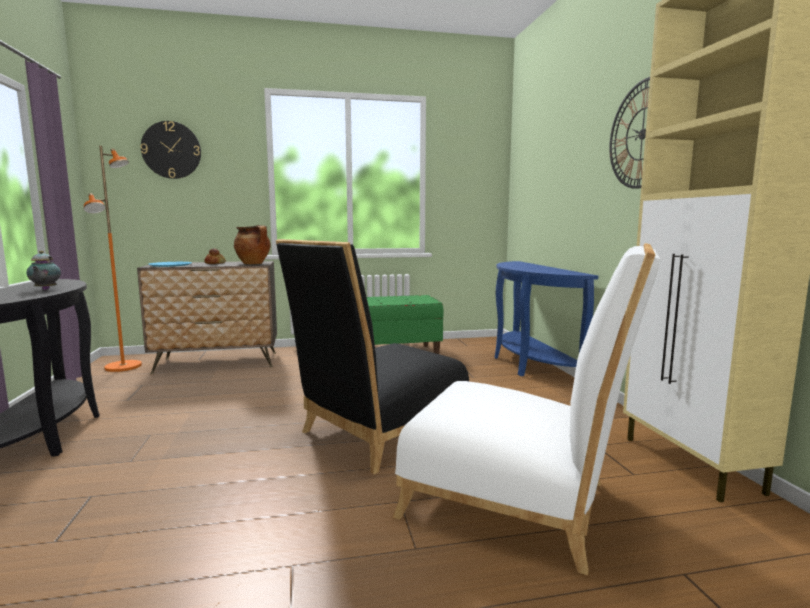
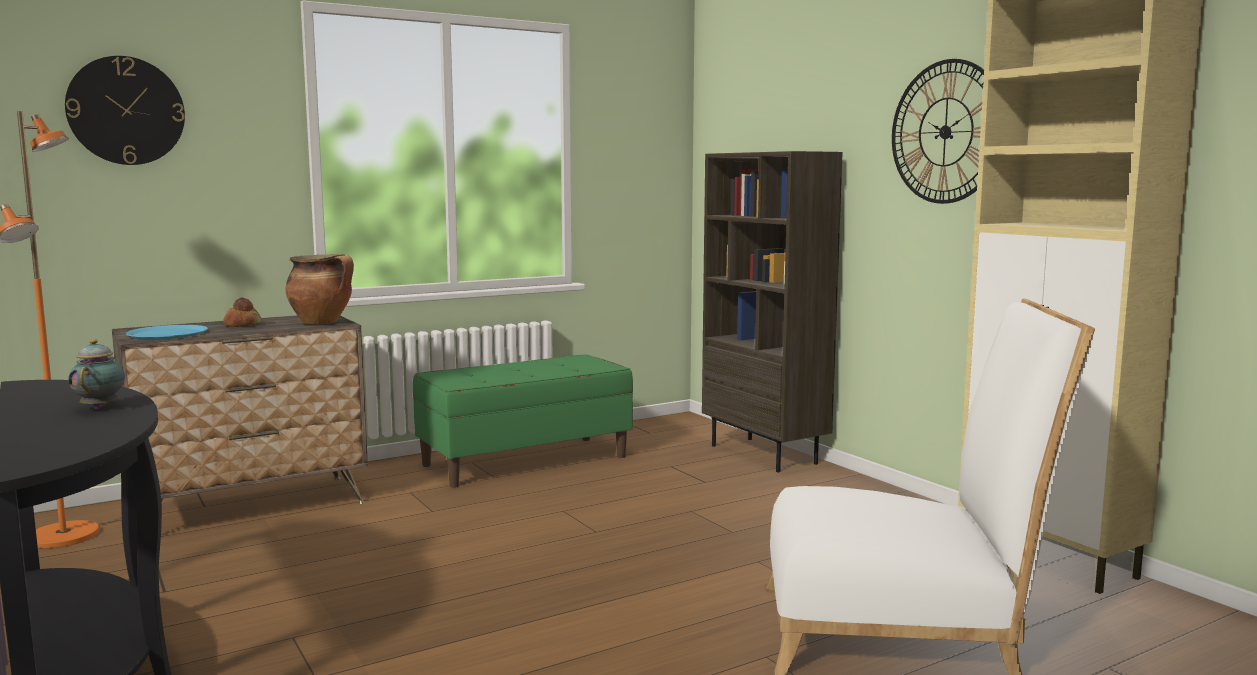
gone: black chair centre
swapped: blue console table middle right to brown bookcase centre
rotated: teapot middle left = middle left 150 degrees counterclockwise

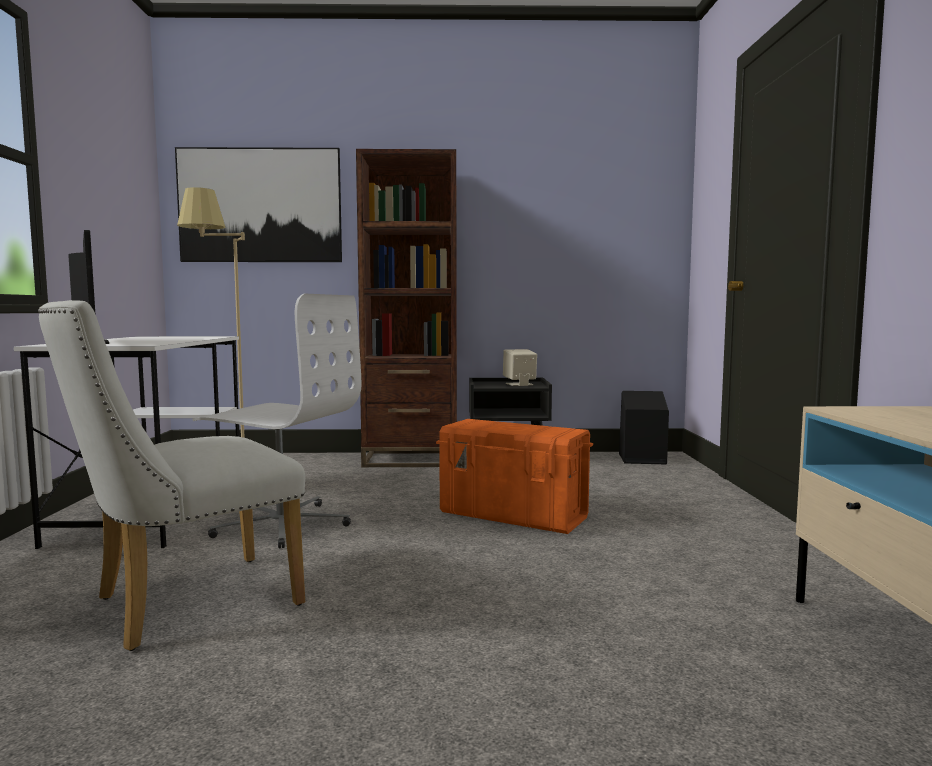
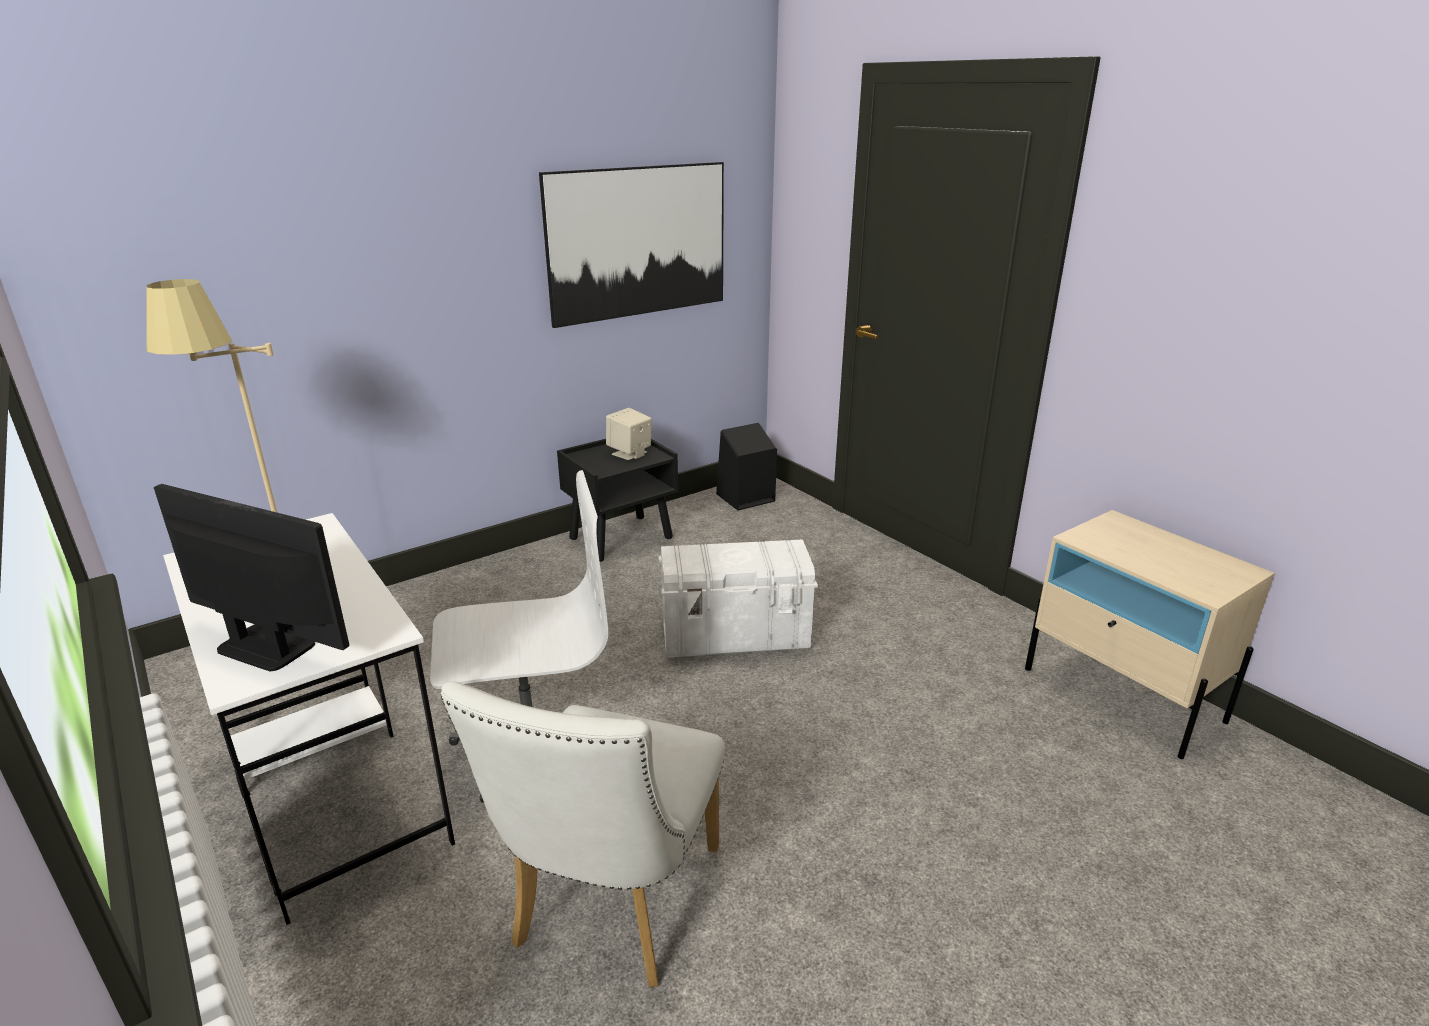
gone: brown bookcase centre
shifted: picture top left to top centre
repainted: orange storage box centre to white storage box centre

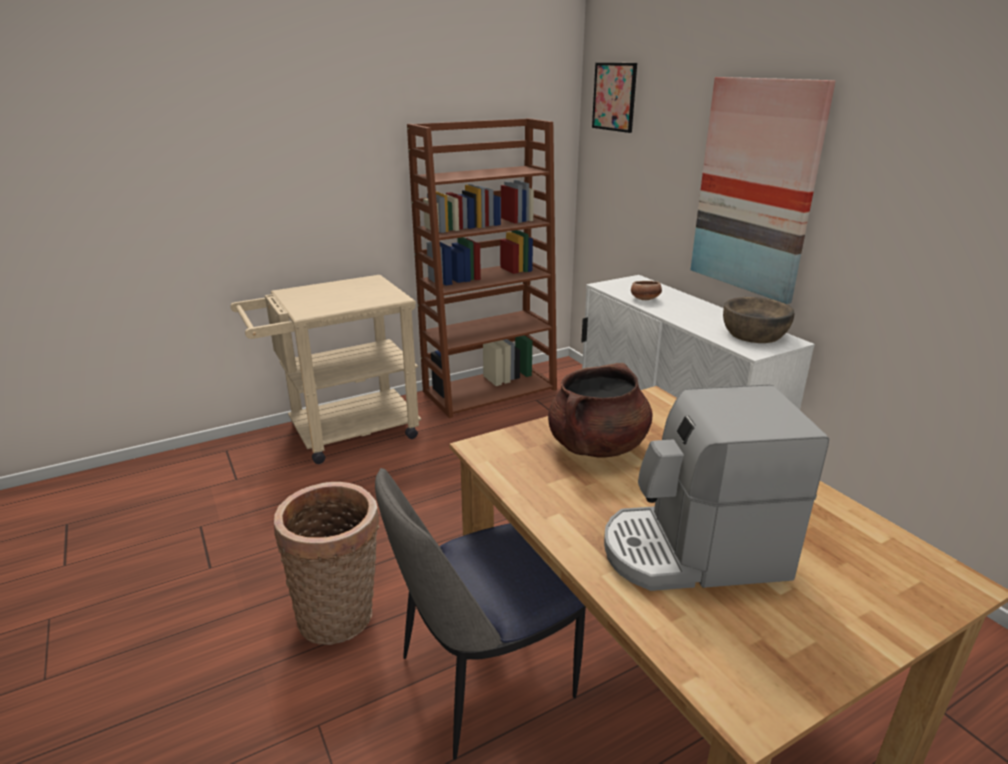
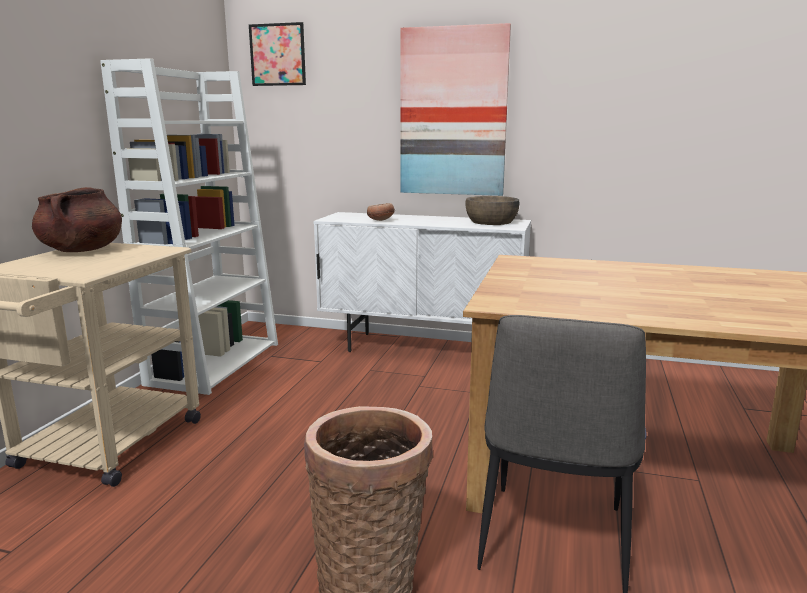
gone: coffee machine middle right
shifted: brown cooking pot centre to middle left
repainted: brown bookcase centre to white bookcase middle left

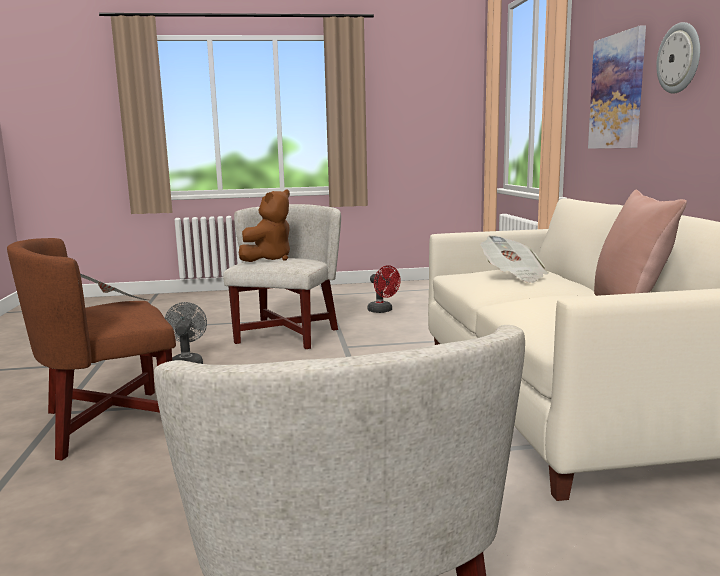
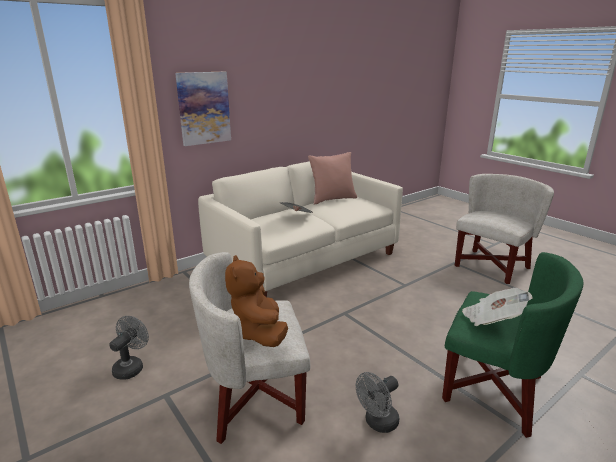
gone: wall clock top right
repainted: brown armchair middle left to green armchair bottom right; red fan centre to grey fan (no. 1 from left) bottom left
rotated: brown plush toy centre = centre 105 degrees counterclockwise

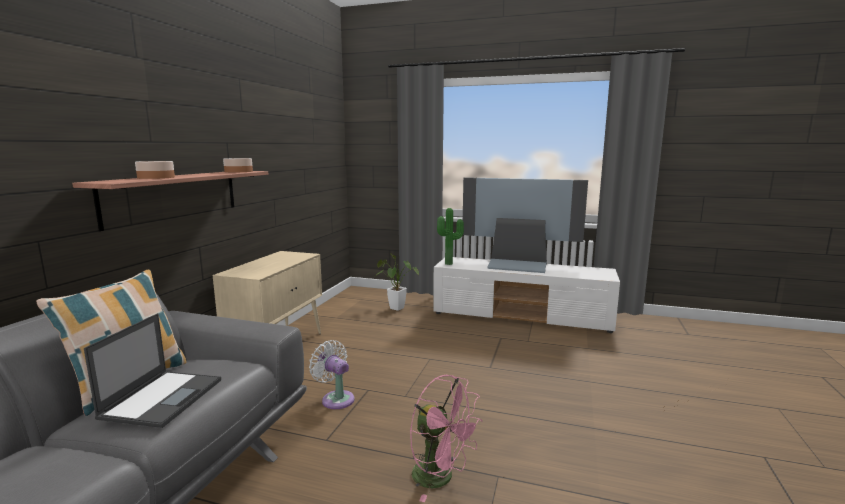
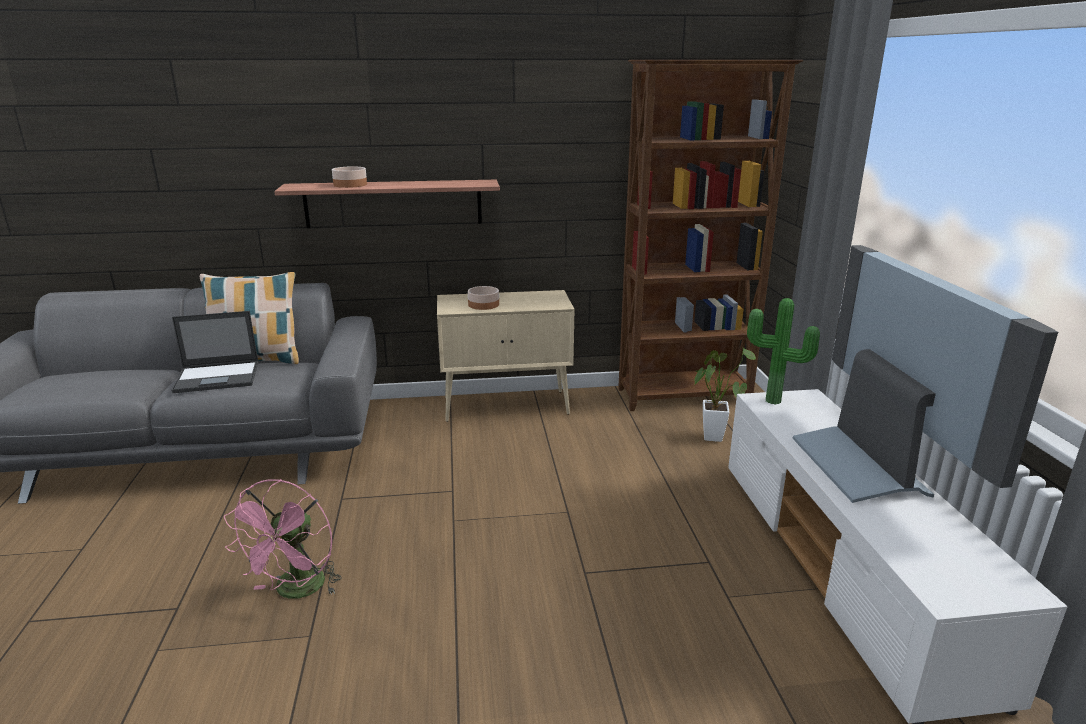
gone: white fan bottom centre
new: brown bookcase top centre
shifted: bowl (no. 2 from left) top left to centre

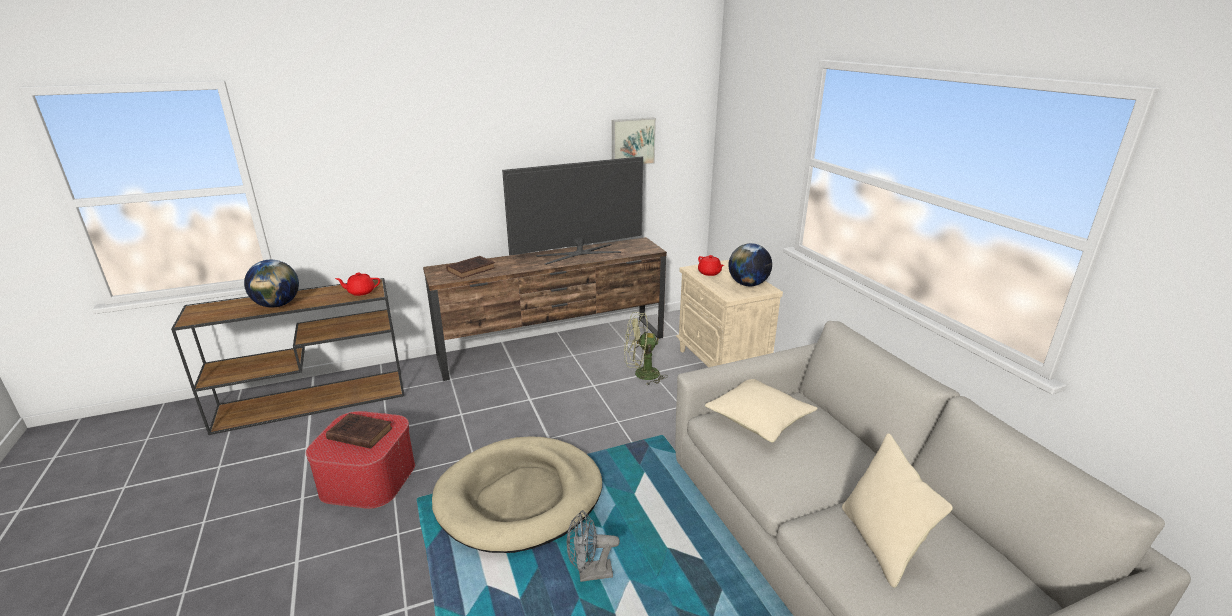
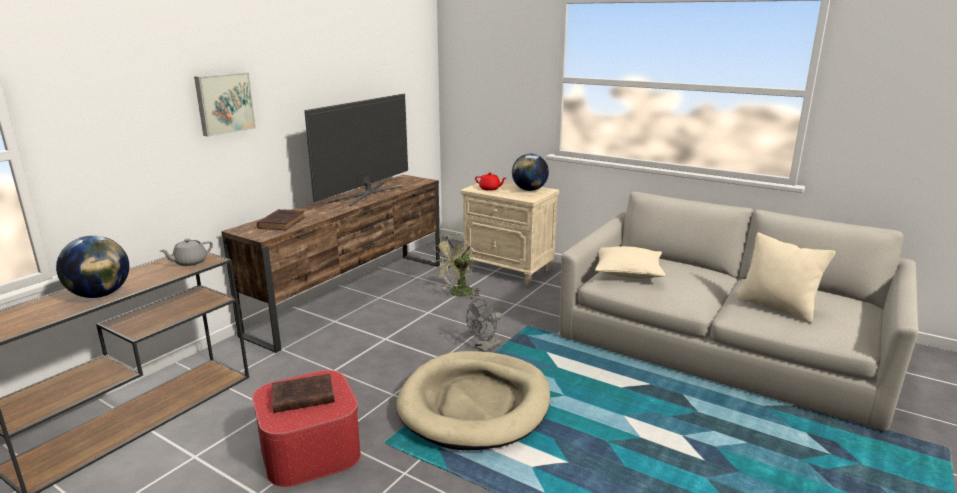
shifted: grey fan bottom centre to centre; picture top centre to top left
repainted: red teapot (no. 1 from left) middle left to grey teapot middle left

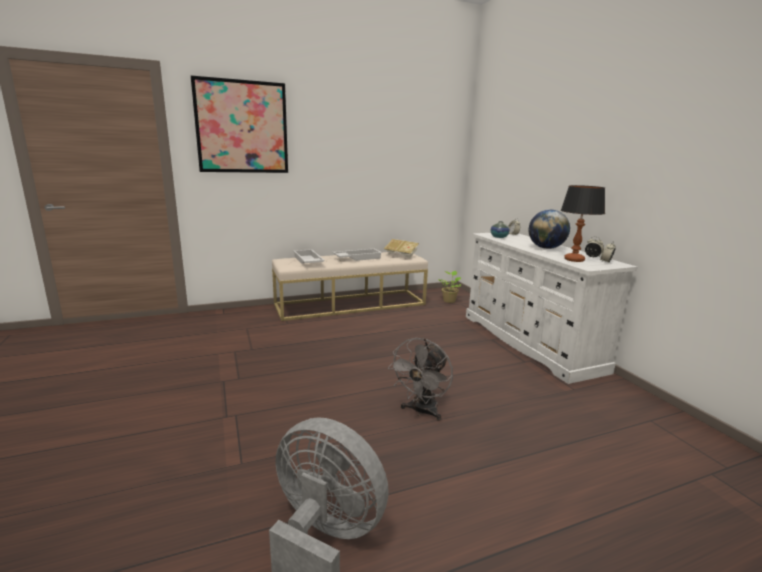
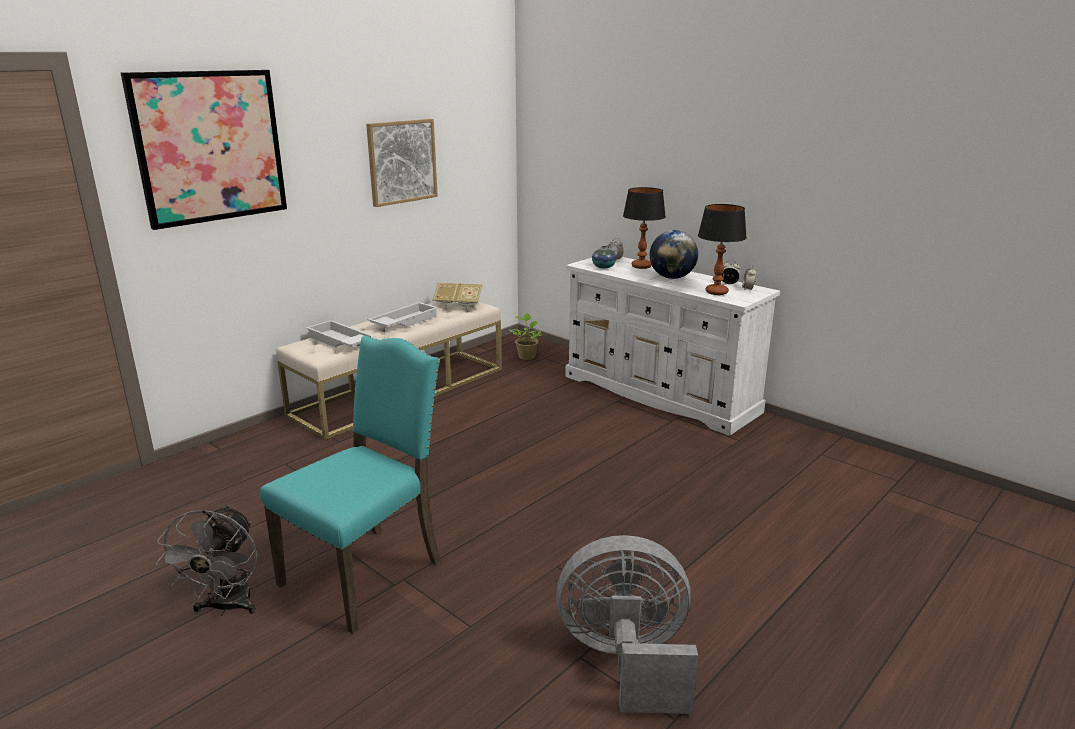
new: turquoise chair middle left; picture (no. 2 from left) top centre; table lamp (no. 1 from left) top centre
shifted: grey fan (no. 2 from left in the first image) centre to grey fan (no. 1 from left) bottom left

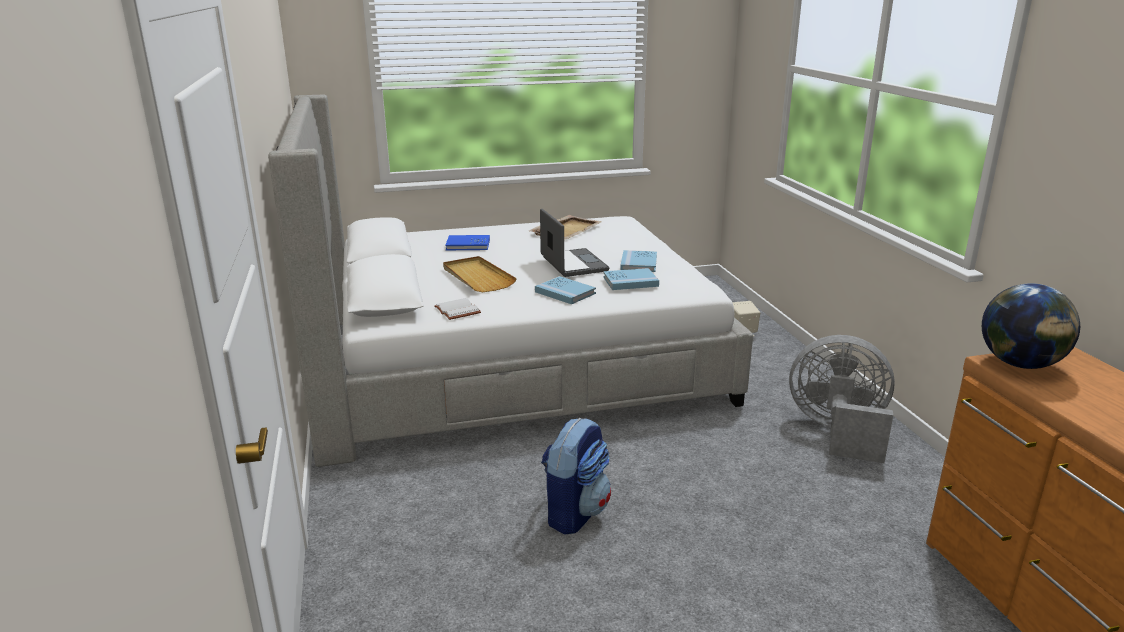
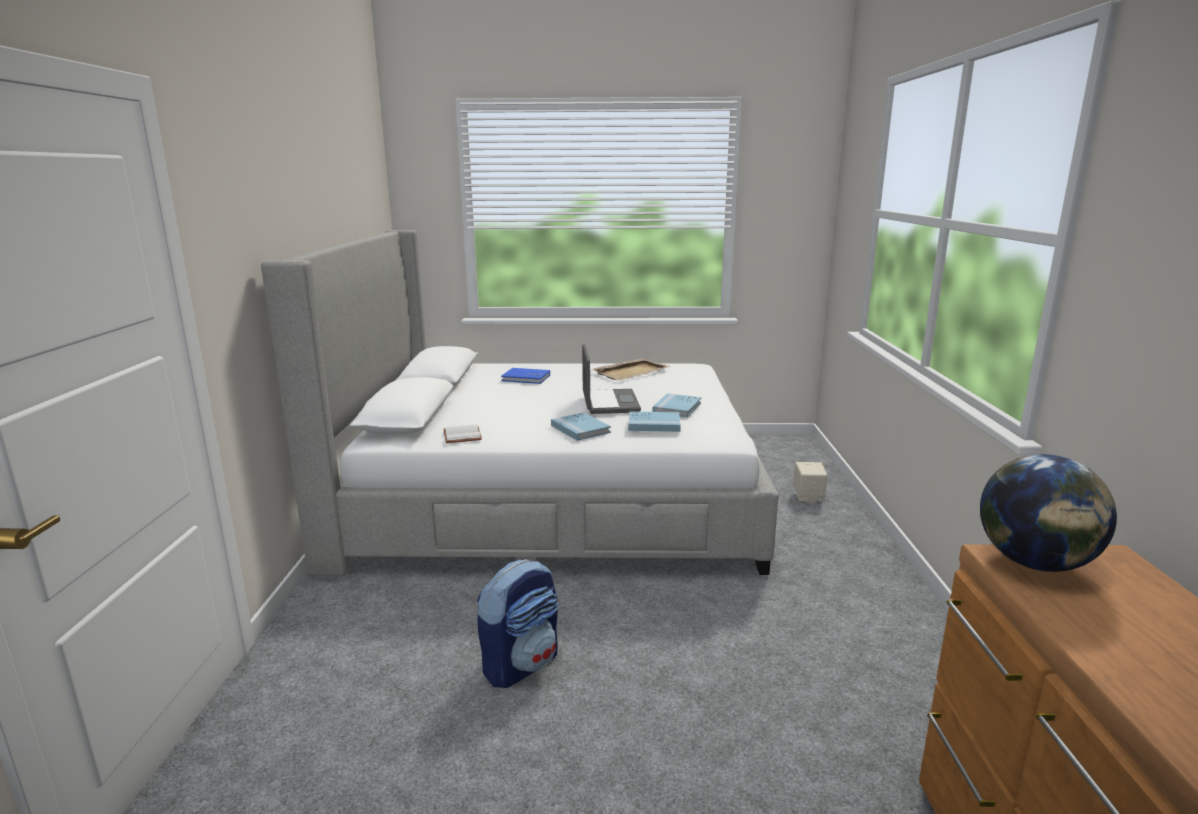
gone: beige tray (no. 1 from left) centre; grey fan middle right

